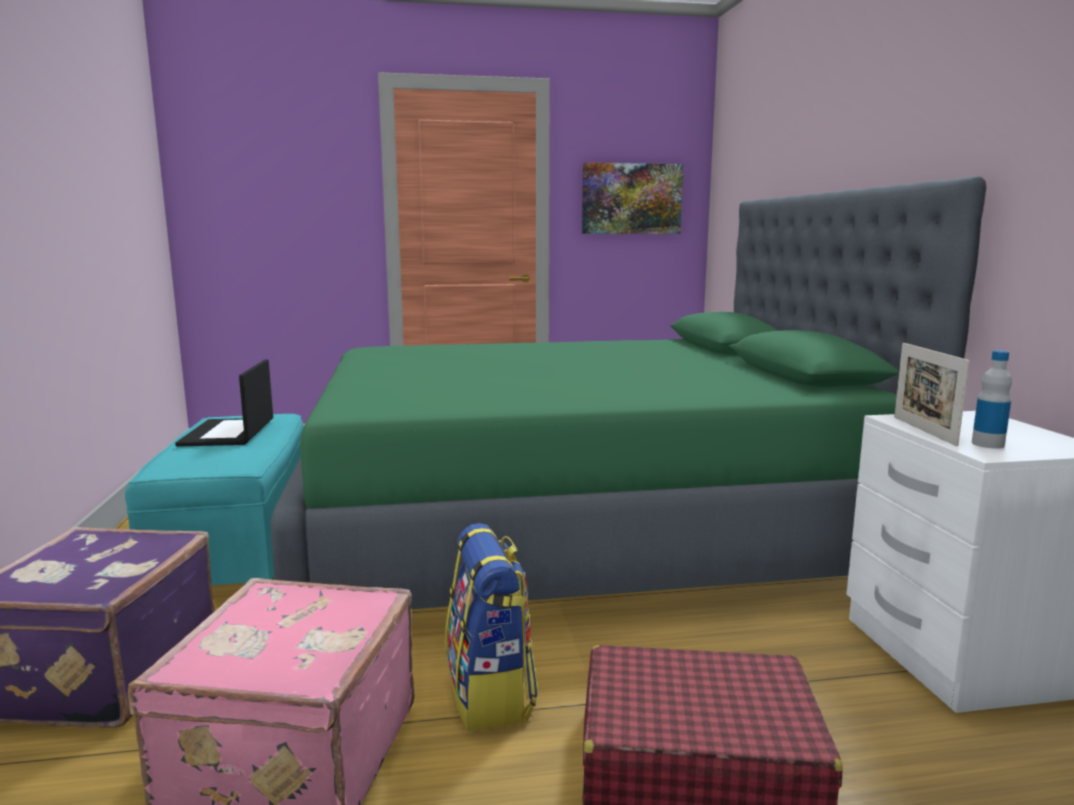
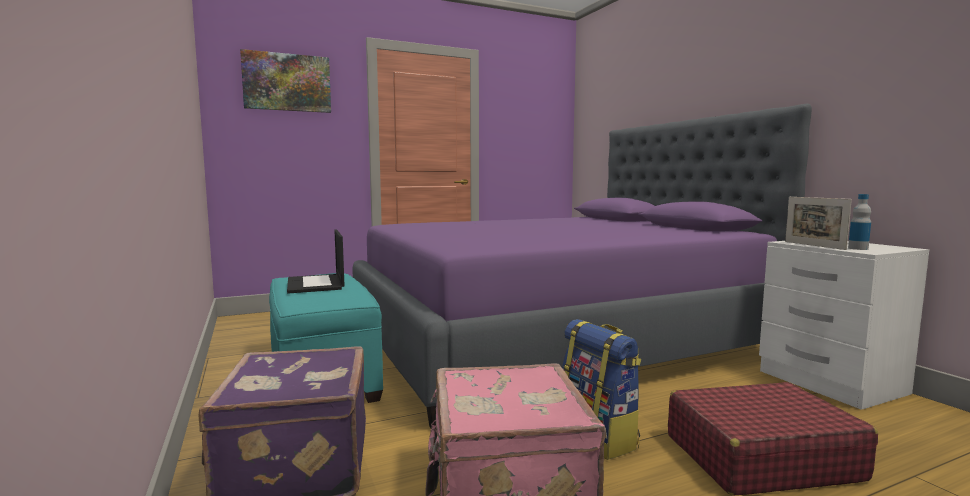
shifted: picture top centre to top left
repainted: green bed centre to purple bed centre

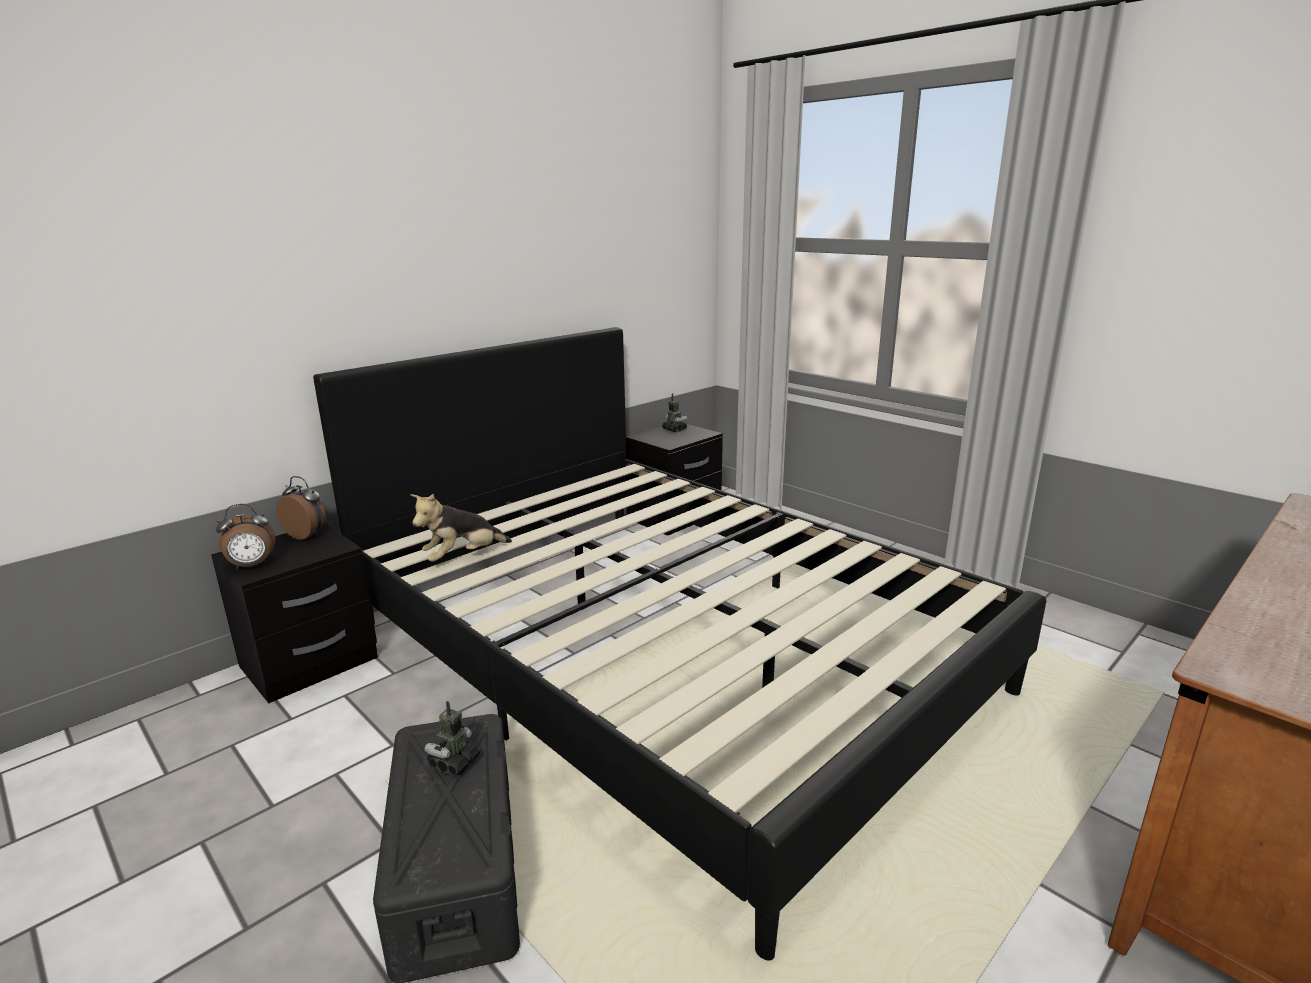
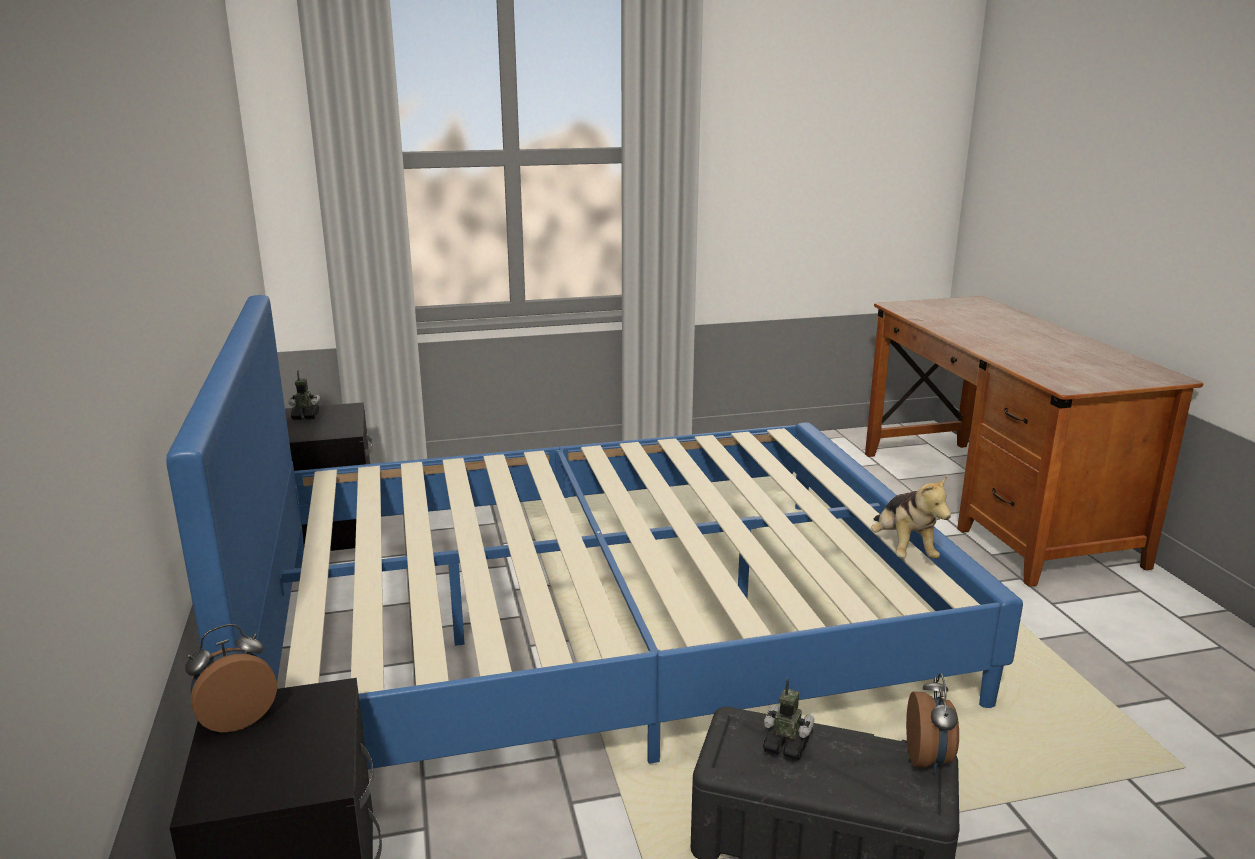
shifted: alarm clock (no. 1 from left in the first image) middle left to alarm clock (no. 2 from left) bottom right; plush toy centre to middle right
repainted: black bed centre to blue bed centre
rotated: toy robot (no. 1 from left in the first image) bottom centre = bottom centre 150 degrees clockwise

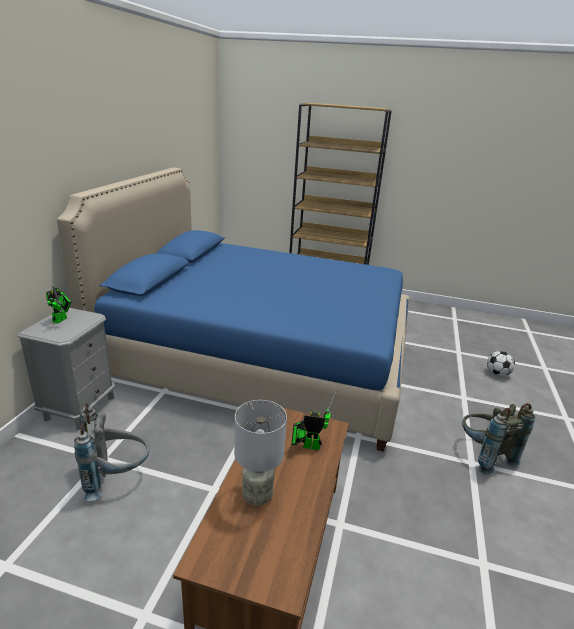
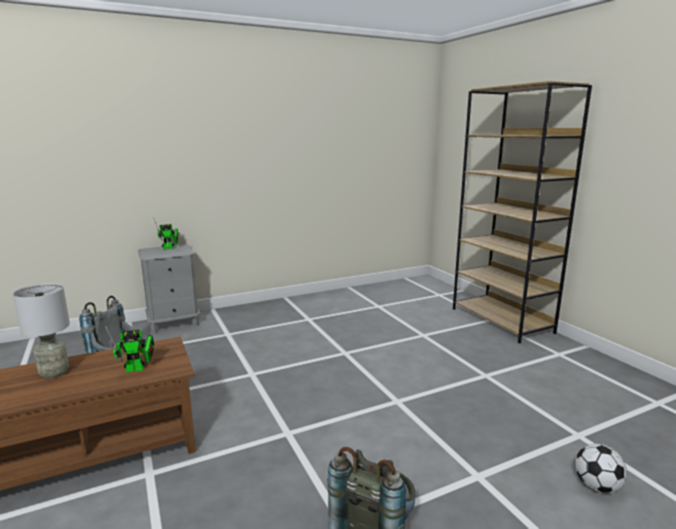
gone: blue bed centre
rotated: toy robot (no. 2 from left in the first image) bottom centre = middle left 105 degrees clockwise

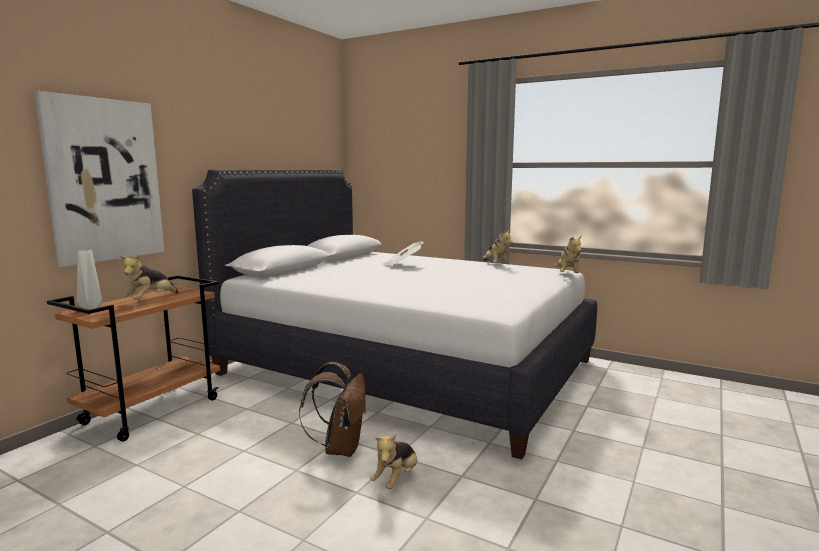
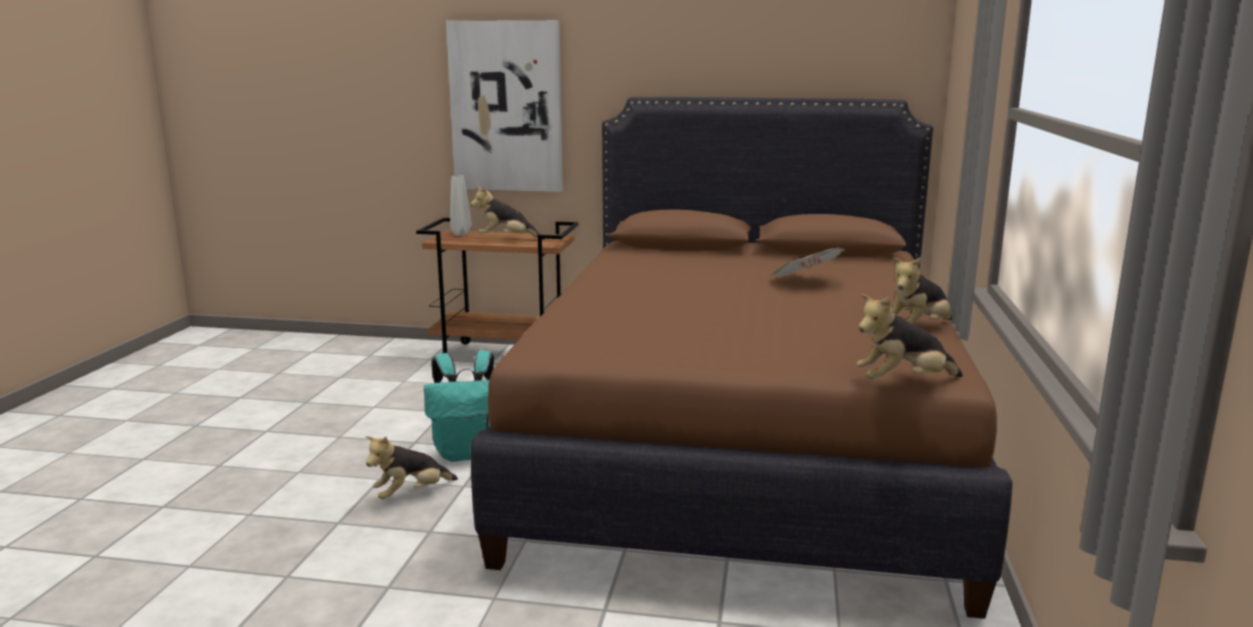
repainted: white bed centre to brown bed centre; brown backpack bottom centre to turquoise backpack centre
rotated: plush toy (no. 2 from left in the first image) bottom centre = bottom left 45 degrees counterclockwise

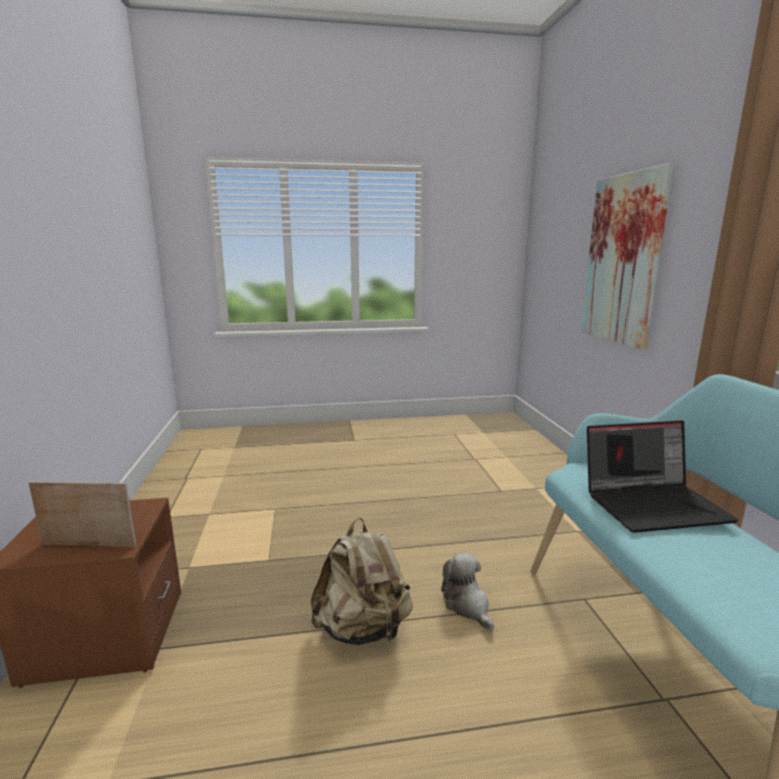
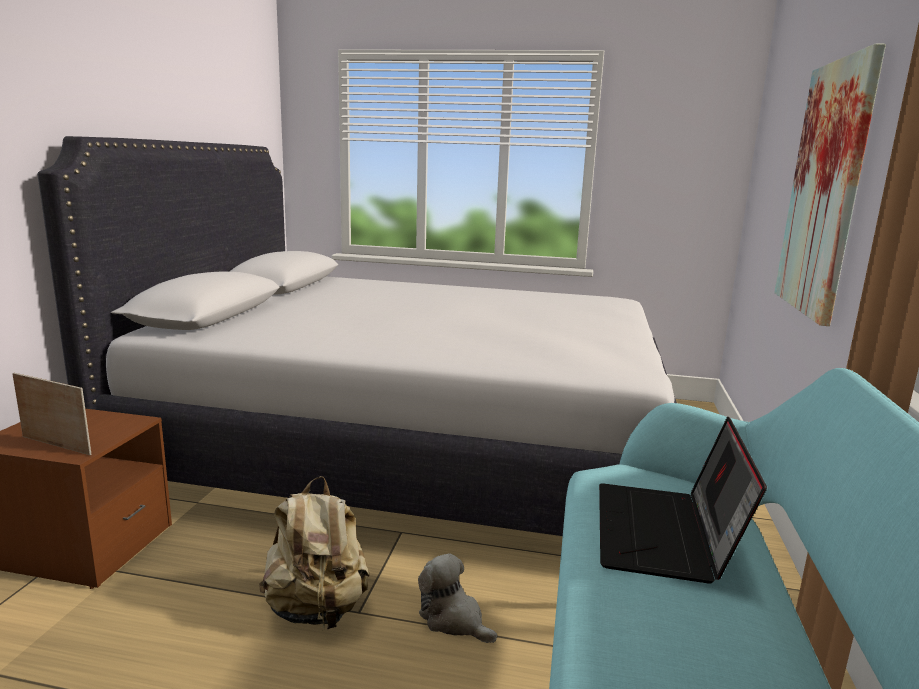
new: white bed centre
rotated: plush toy bottom centre = bottom centre 45 degrees counterclockwise; laptop middle right = bottom right 90 degrees clockwise

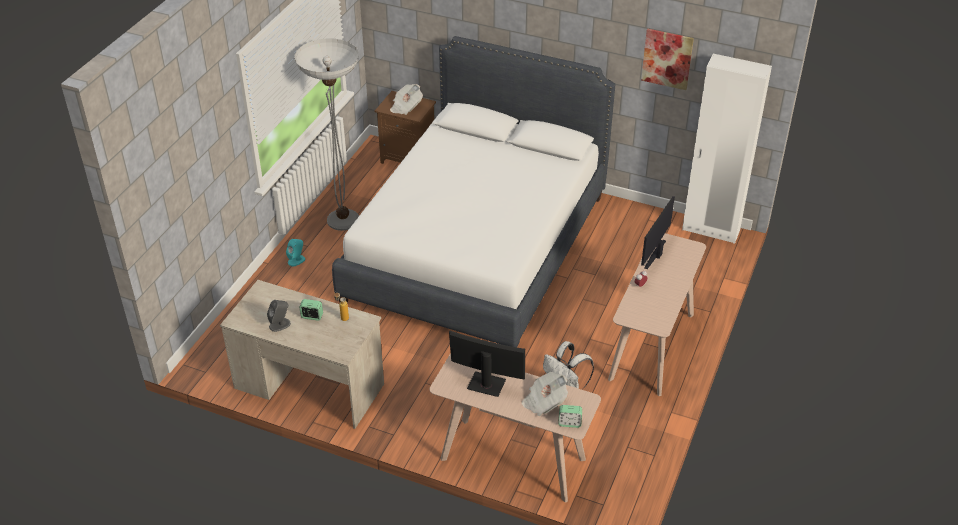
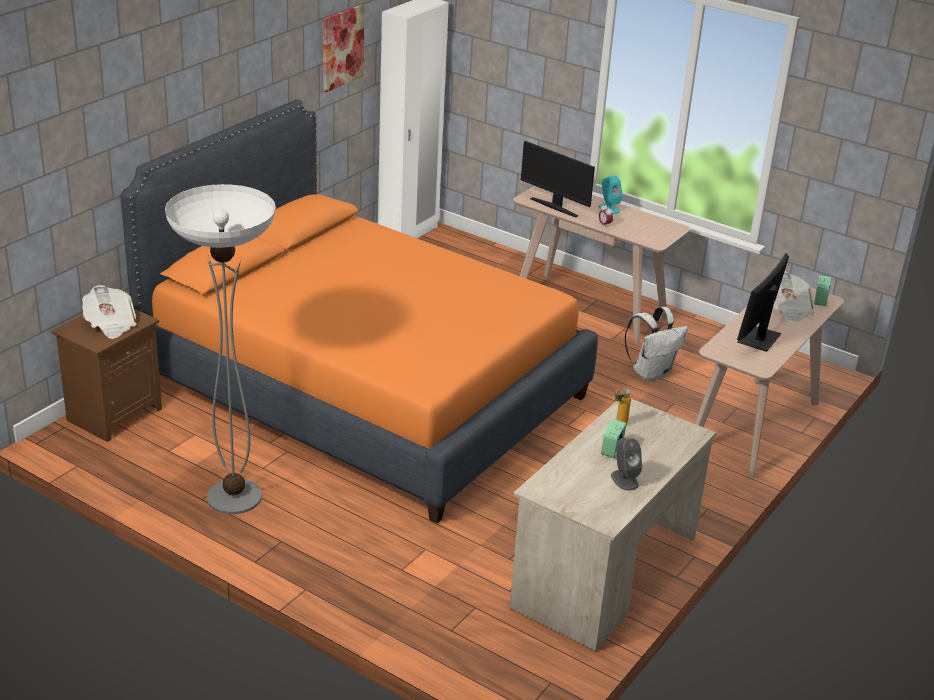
shifted: turquoise speaker middle left to top centre
repainted: white bed centre to orange bed centre

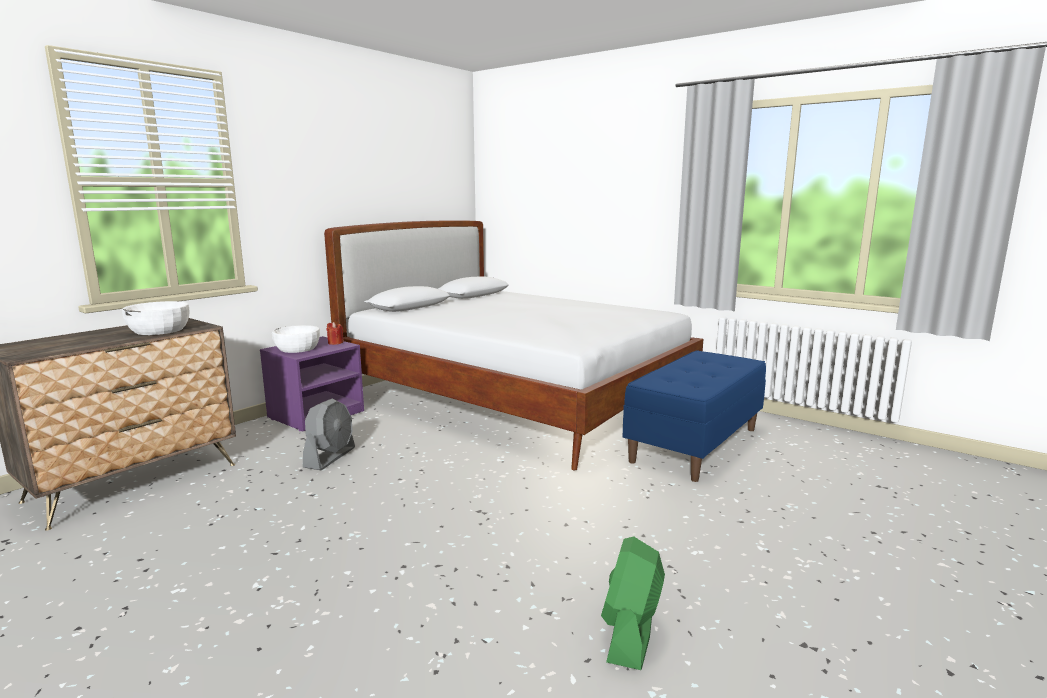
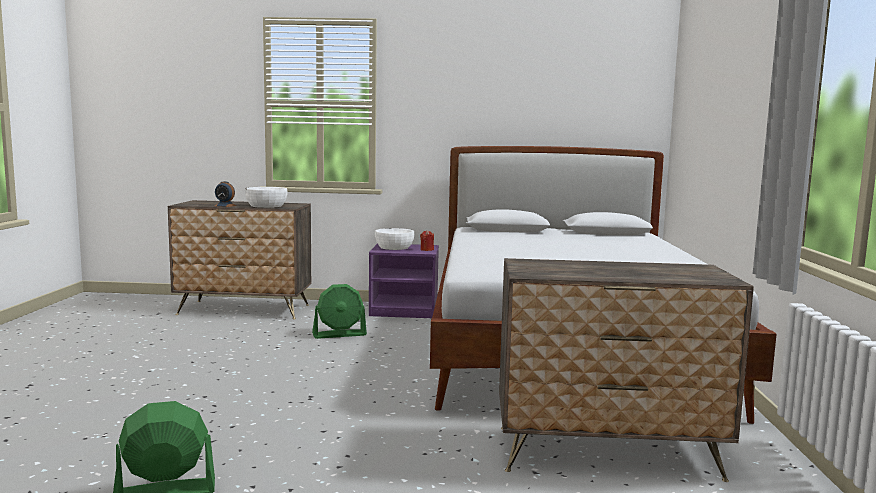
new: alarm clock middle left
swapped: blue bench centre to dresser (no. 2 from left) bottom right
repainted: grey fan middle left to green fan (no. 2 from left) centre

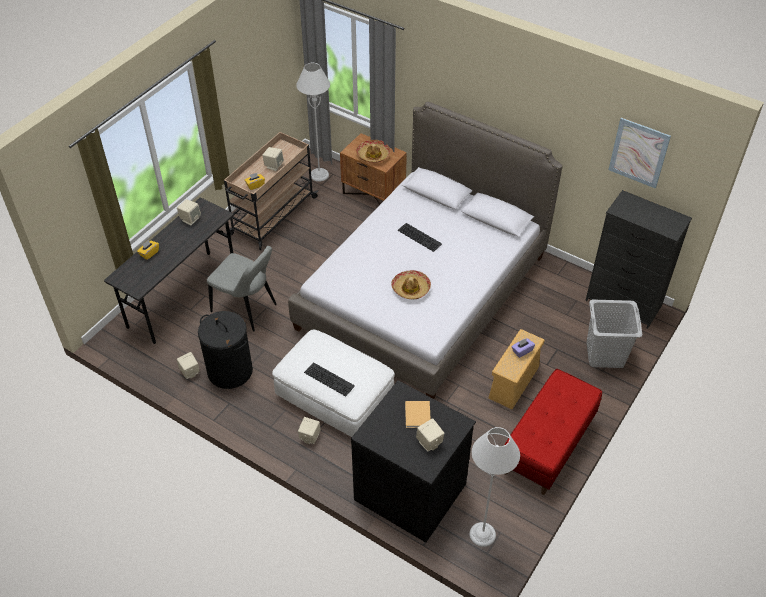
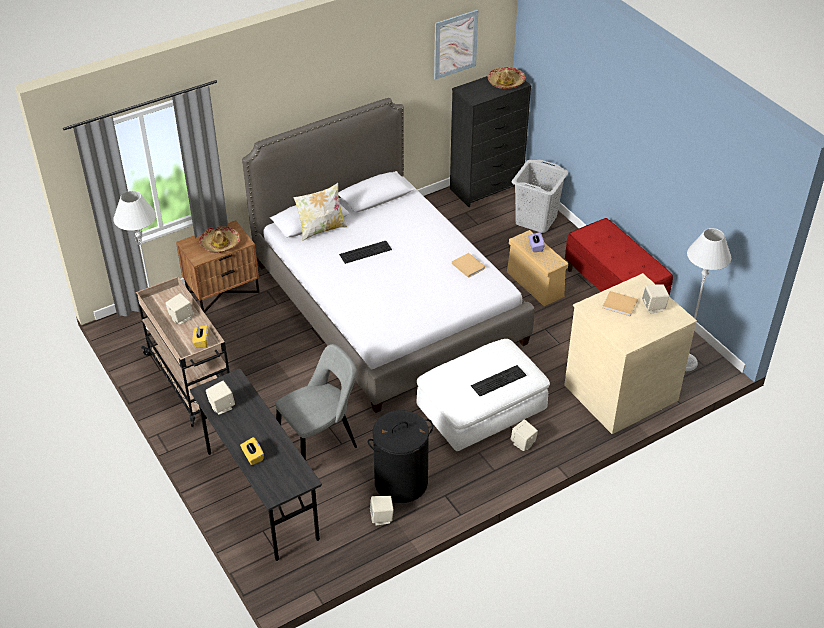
new: pillow centre; beige book (no. 1 from left) centre
shifted: hat (no. 2 from left) centre to top centre
repainted: black dresser (no. 1 from left) bottom centre to beige dresser middle right

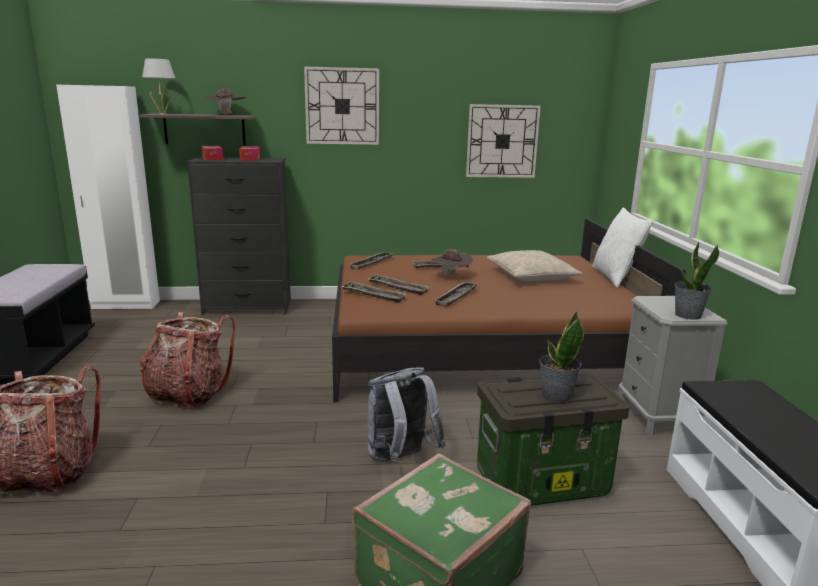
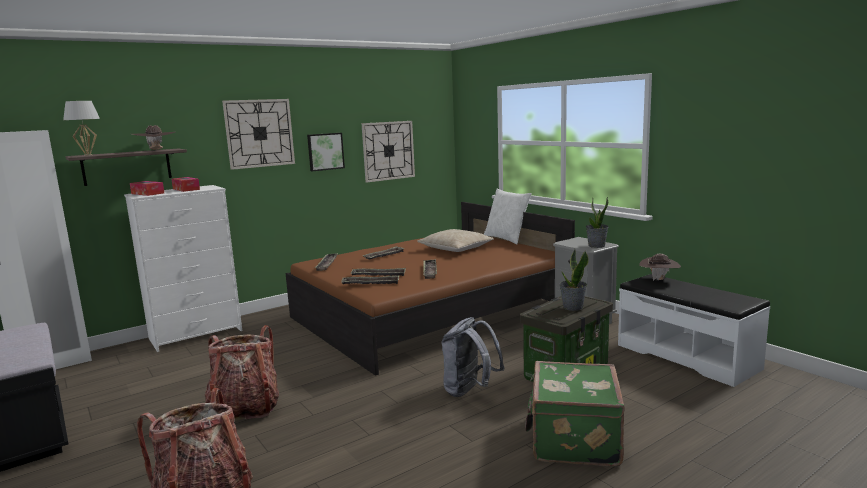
new: picture top centre
shifted: brown hat (no. 2 from left) centre to middle right
repainted: black dresser middle left to white dresser middle left

